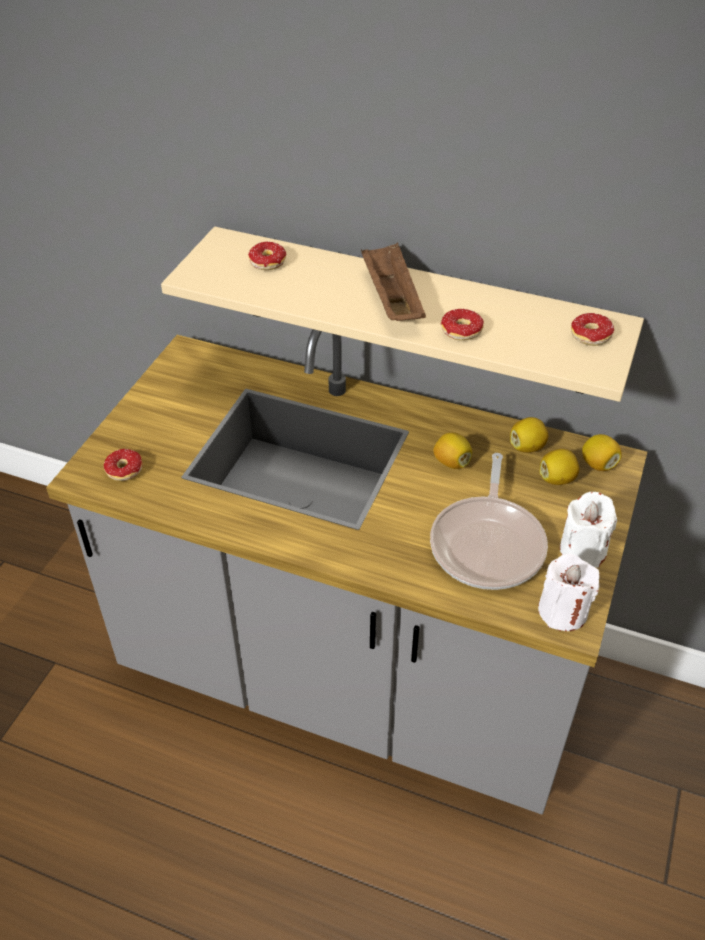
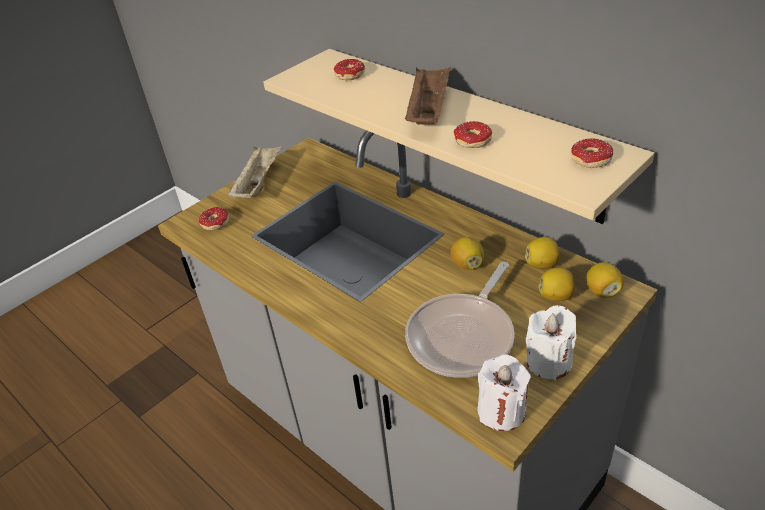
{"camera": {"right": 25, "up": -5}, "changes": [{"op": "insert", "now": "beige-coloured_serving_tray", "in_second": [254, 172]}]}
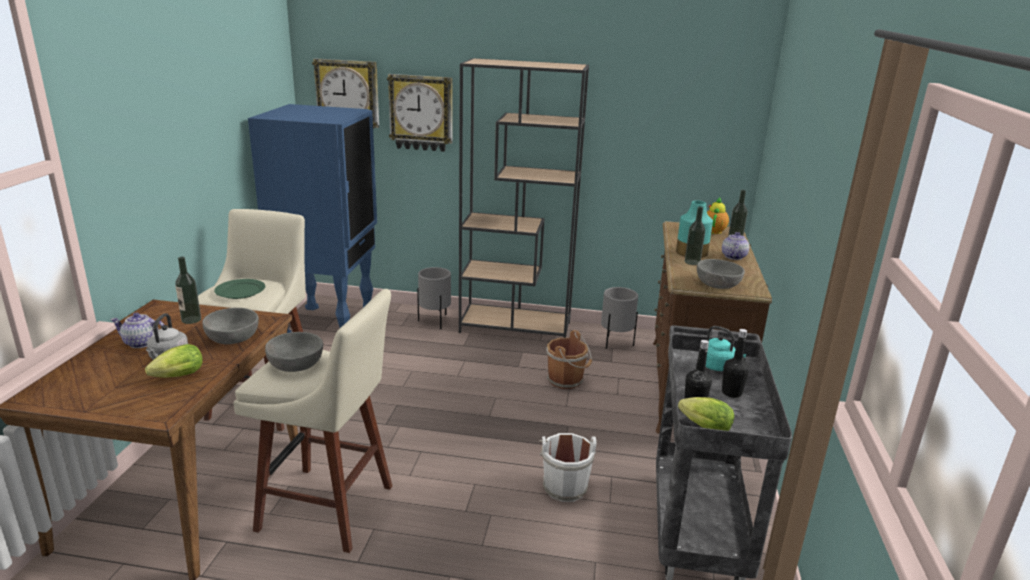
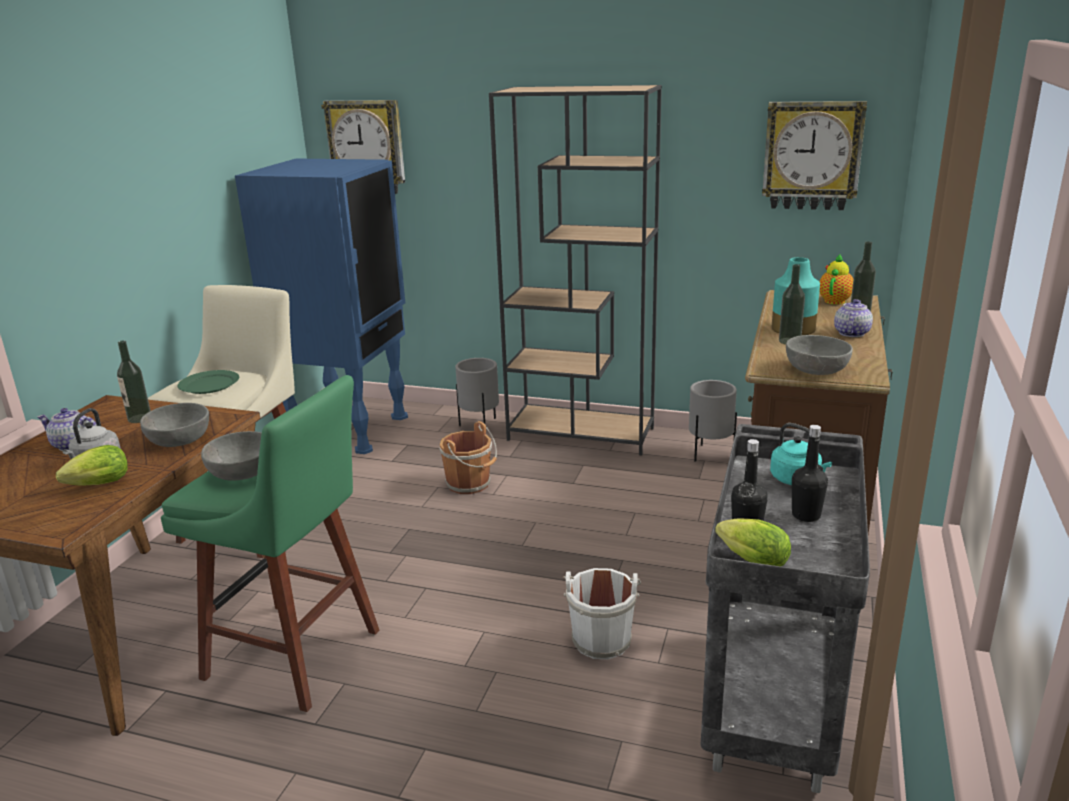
{"camera": {"right": 10, "up": 0}, "changes": [{"op": "move", "was": "clock_on_the_wall", "in_first": [419, 113], "in_second": [814, 155]}, {"op": "recolor", "was": "beige-coloured_stool_seat", "now": "greenish_stool_seat", "in_first": [312, 421], "in_second": [270, 543]}, {"op": "move", "was": "brownish_pail", "in_first": [569, 359], "in_second": [468, 457]}]}
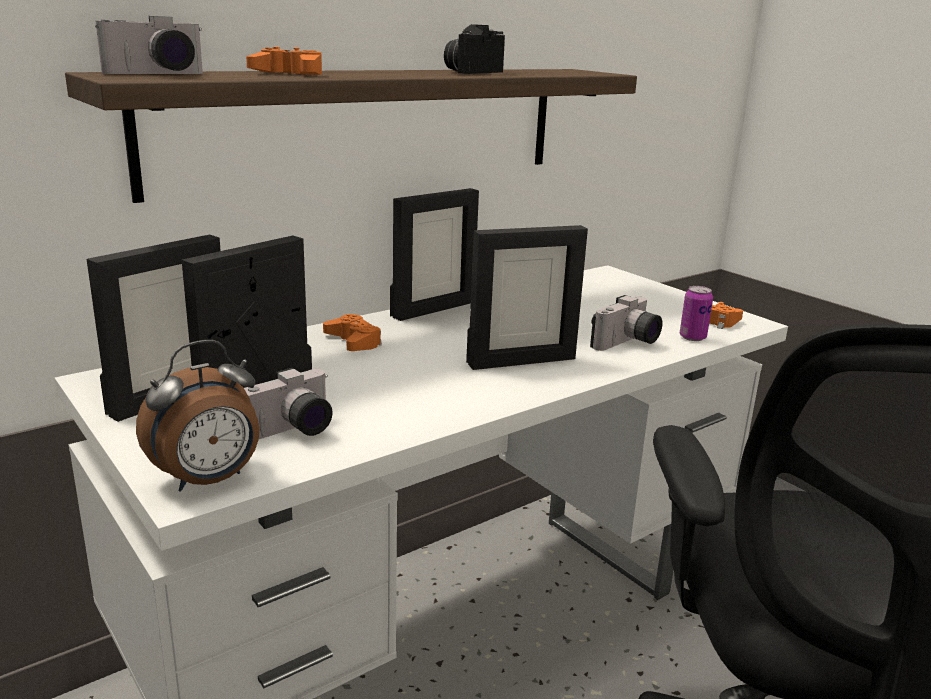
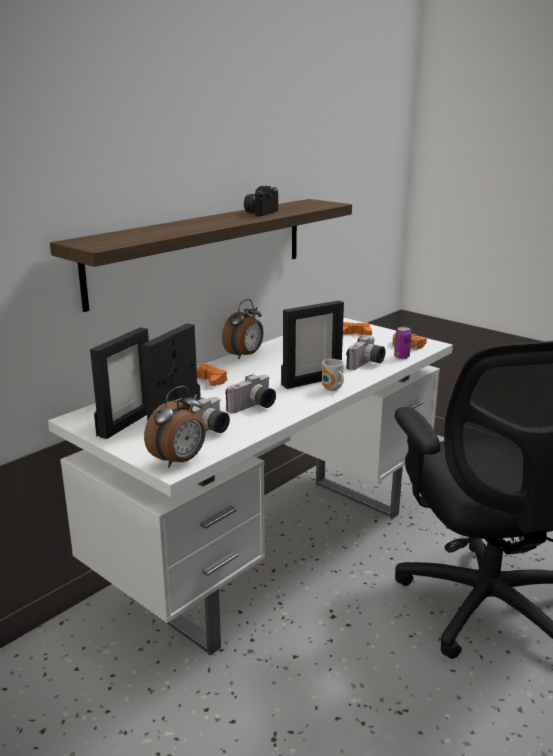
{"camera": {"right": -10, "up": 0}, "changes": [{"op": "move", "was": "still_camera", "in_first": [149, 45], "in_second": [250, 393]}, {"op": "move", "was": "orange-coloured_gamepad", "in_first": [284, 60], "in_second": [357, 329]}, {"op": "replace", "was": "picture_frame", "now": "bedside_clock", "in_first": [434, 254], "in_second": [243, 329]}, {"op": "insert", "now": "tea_mug", "in_second": [333, 375]}]}
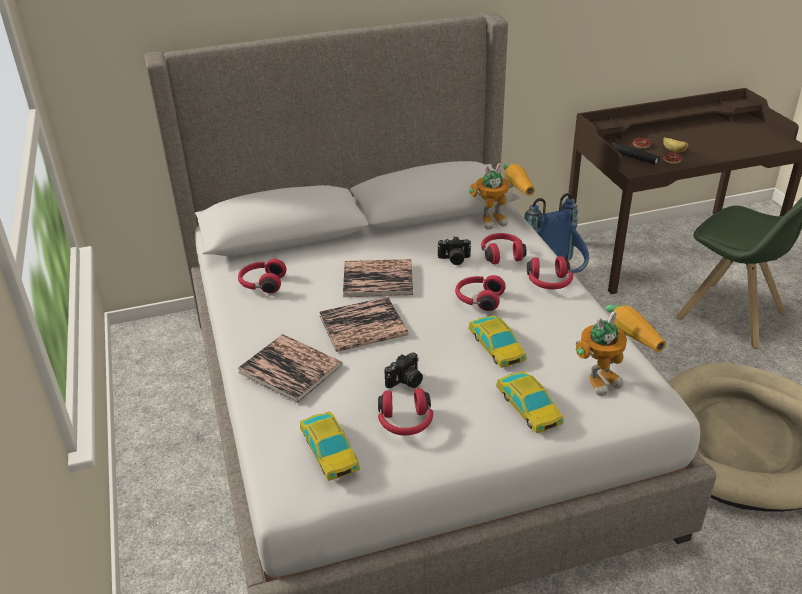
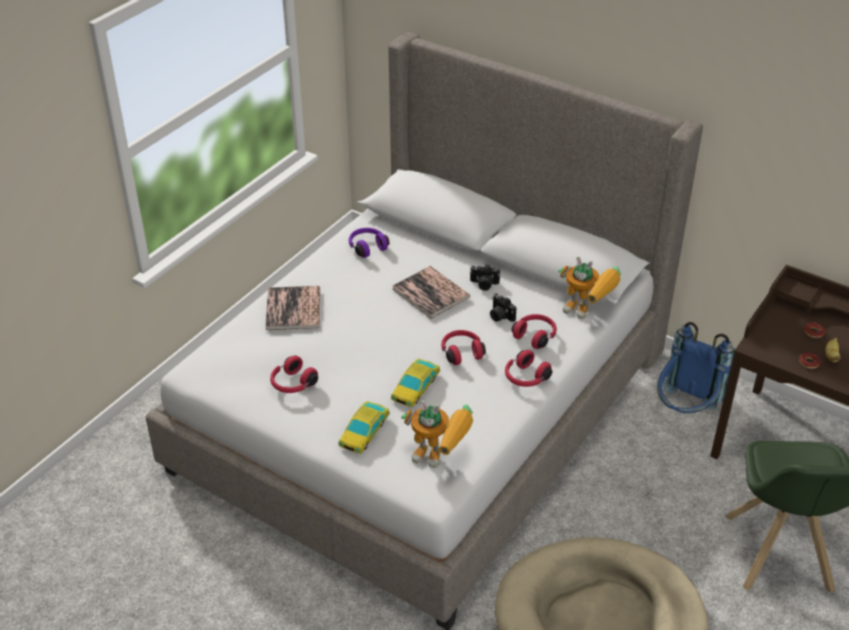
{"camera": {"right": 50, "up": 5}, "changes": [{"op": "delete", "was": "black-coloured_flashlight", "in_first": [635, 153]}, {"op": "recolor", "was": "red-coloured_headset", "now": "purplish_headset", "in_first": [262, 276], "in_second": [368, 243]}, {"op": "delete", "was": "volume", "in_first": [364, 324]}, {"op": "move", "was": "still_camera", "in_first": [404, 370], "in_second": [485, 277]}, {"op": "delete", "was": "model_car", "in_first": [330, 446]}]}
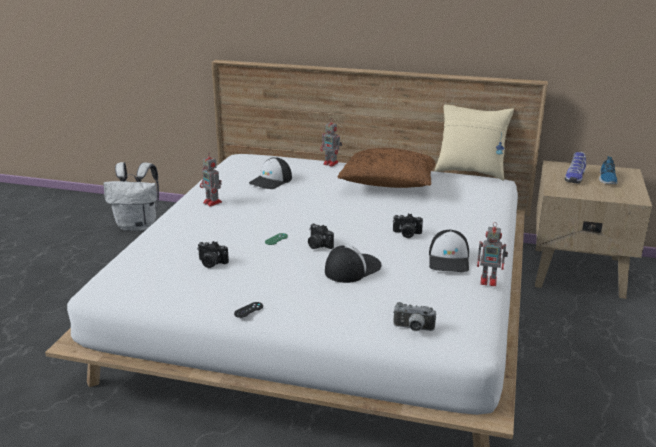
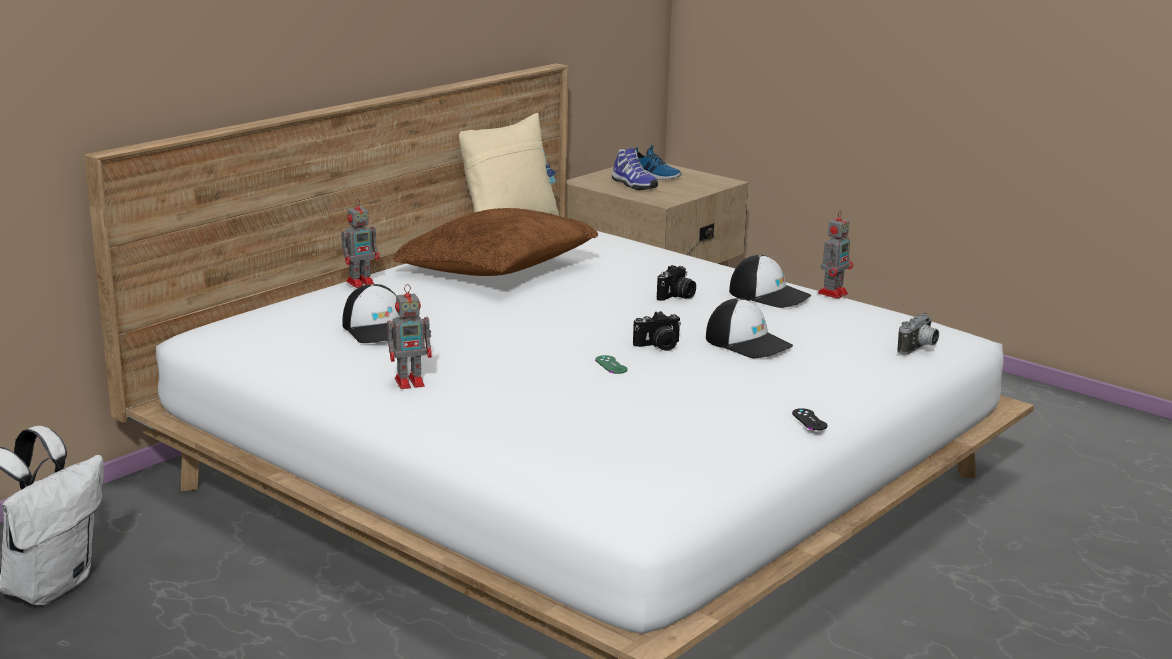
{"camera": {"right": -65, "up": -5}, "changes": [{"op": "delete", "was": "still_camera", "in_first": [213, 254]}, {"op": "rotate", "was": "peaked_cap", "in_first": [353, 264], "in_second": [749, 328], "clockwise": 150}]}
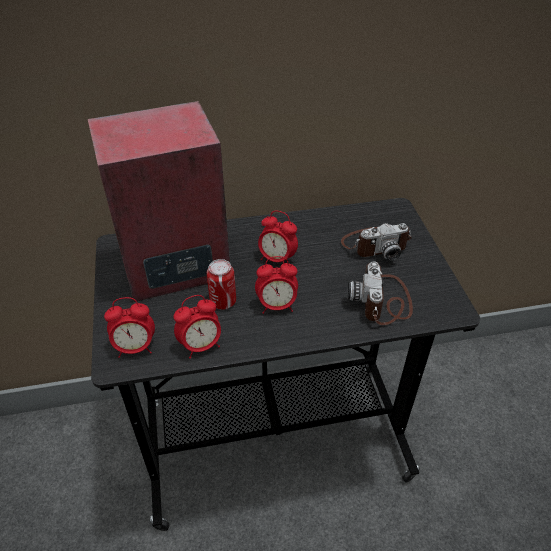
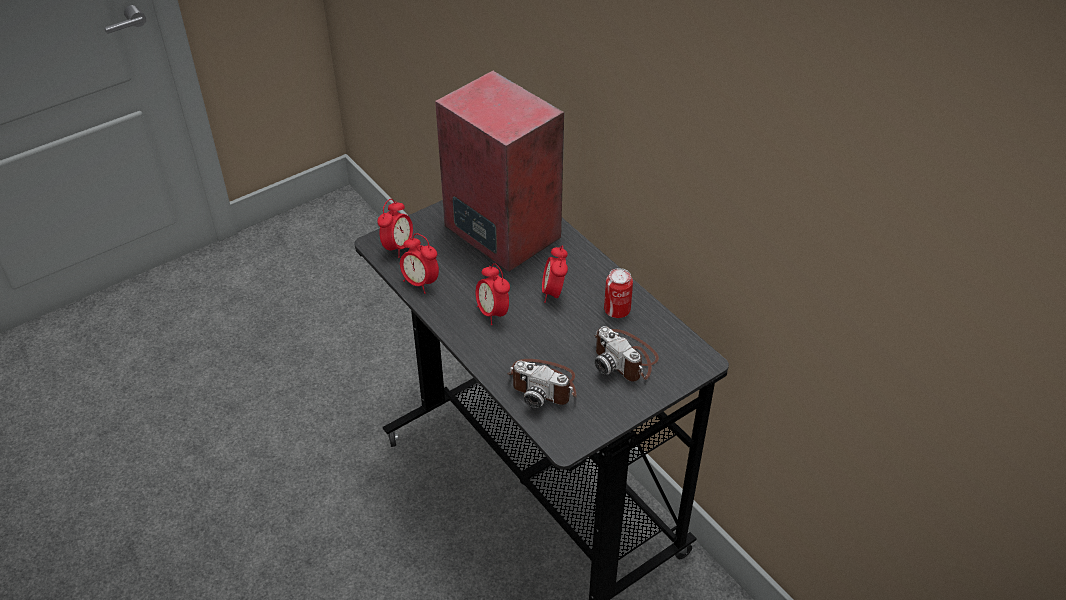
{"camera": {"right": 65, "up": 0}, "changes": [{"op": "move", "was": "sealed_can", "in_first": [221, 284], "in_second": [618, 293]}, {"op": "rotate", "was": "still_camera", "in_first": [380, 293], "in_second": [542, 383], "clockwise": -135}, {"op": "rotate", "was": "bedside_clock", "in_first": [129, 327], "in_second": [395, 228], "clockwise": -120}]}
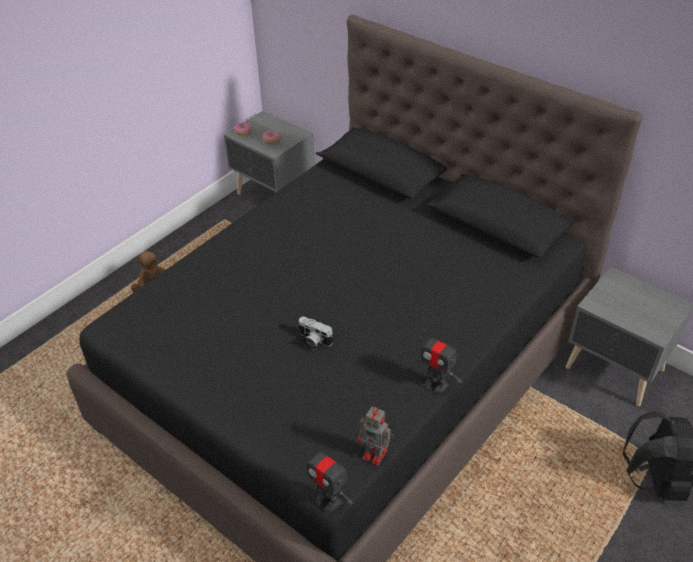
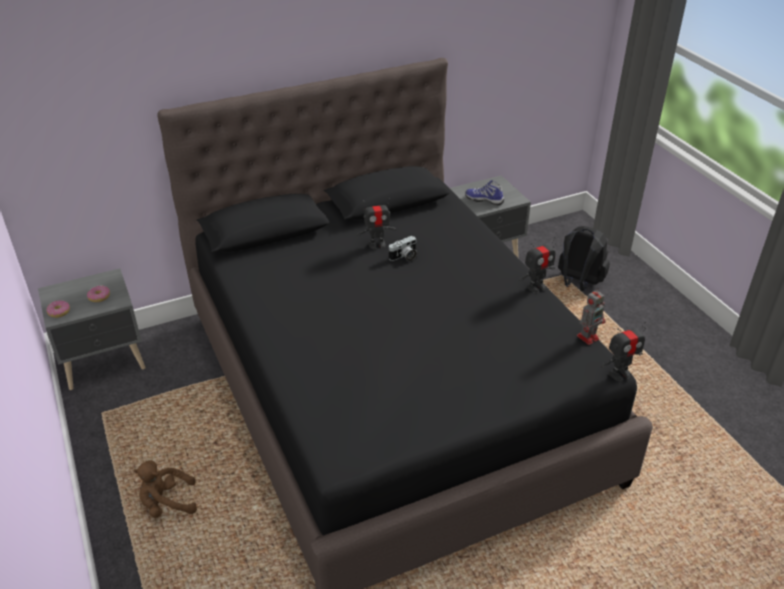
{"camera": {"right": -65, "up": -5}, "changes": [{"op": "move", "was": "still_camera", "in_first": [316, 333], "in_second": [402, 248]}, {"op": "insert", "now": "item_of_footwear", "in_second": [484, 192]}, {"op": "insert", "now": "model_robot", "in_second": [376, 223]}]}
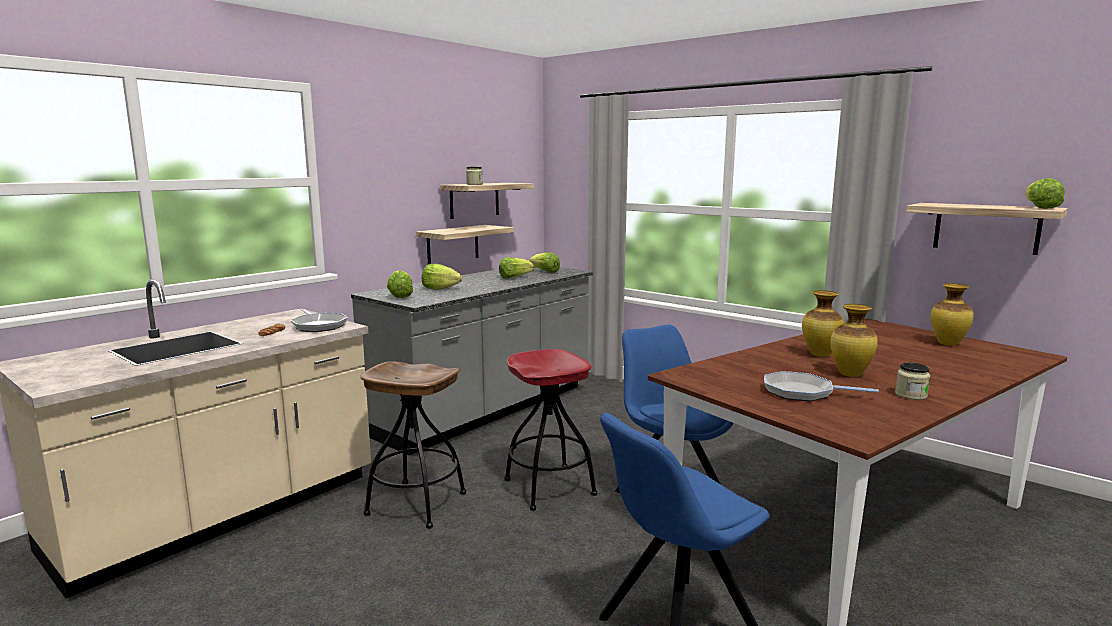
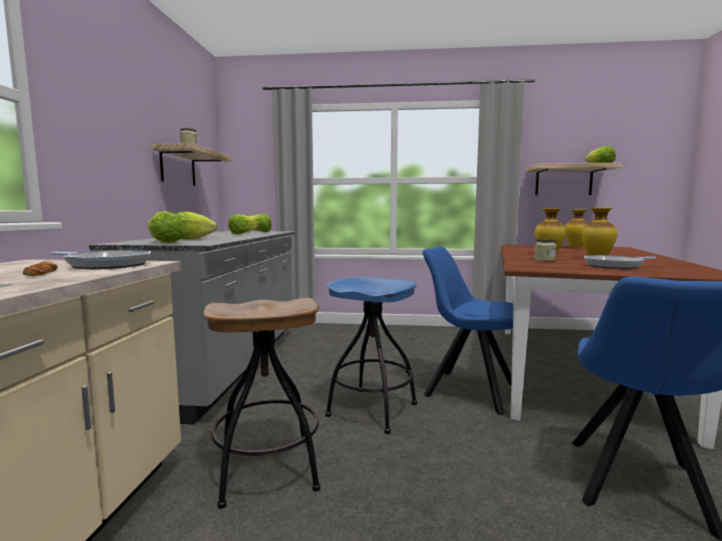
{"camera": {"right": -35, "up": -5}, "changes": [{"op": "delete", "was": "wall_shelf", "in_first": [465, 244]}, {"op": "recolor", "was": "red-coloured_stool_seat", "now": "bluish_stool_seat", "in_first": [550, 430], "in_second": [371, 355]}, {"op": "move", "was": "storage_jar", "in_first": [912, 381], "in_second": [545, 250]}]}
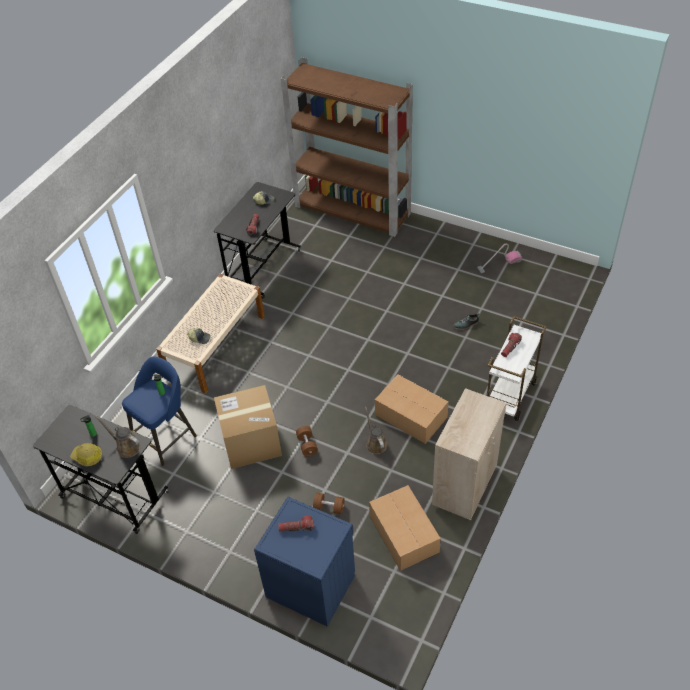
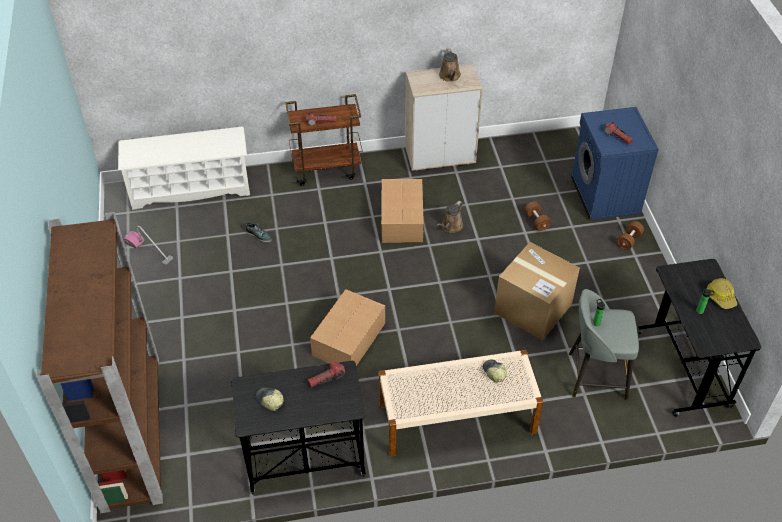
{"camera": {"right": -130, "up": 0}, "changes": [{"op": "recolor", "was": "whitish_cart", "now": "brownish_cart", "in_first": [516, 368], "in_second": [324, 140]}, {"op": "recolor", "was": "bluish_stool_seat", "now": "grey_stool_seat", "in_first": [159, 411], "in_second": [604, 344]}, {"op": "move", "was": "brownish_watering_pot", "in_first": [118, 437], "in_second": [450, 65]}, {"op": "move", "was": "brownish_free_weight", "in_first": [307, 441], "in_second": [630, 235]}, {"op": "move", "was": "packing_box", "in_first": [405, 528], "in_second": [347, 327]}, {"op": "insert", "now": "whitish_shoe_stand", "in_second": [184, 168]}]}
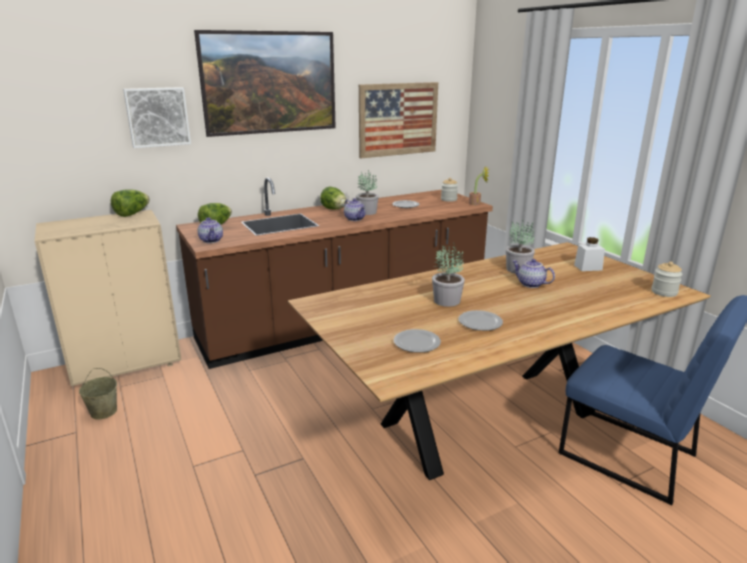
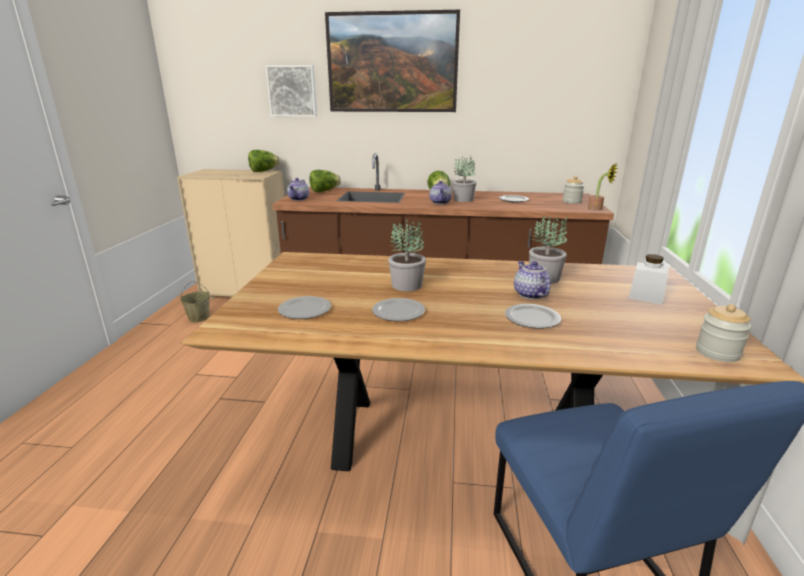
{"camera": {"right": 35, "up": 0}, "changes": [{"op": "delete", "was": "wall_picture", "in_first": [398, 120]}, {"op": "insert", "now": "dinner_plate", "in_second": [533, 316]}]}
